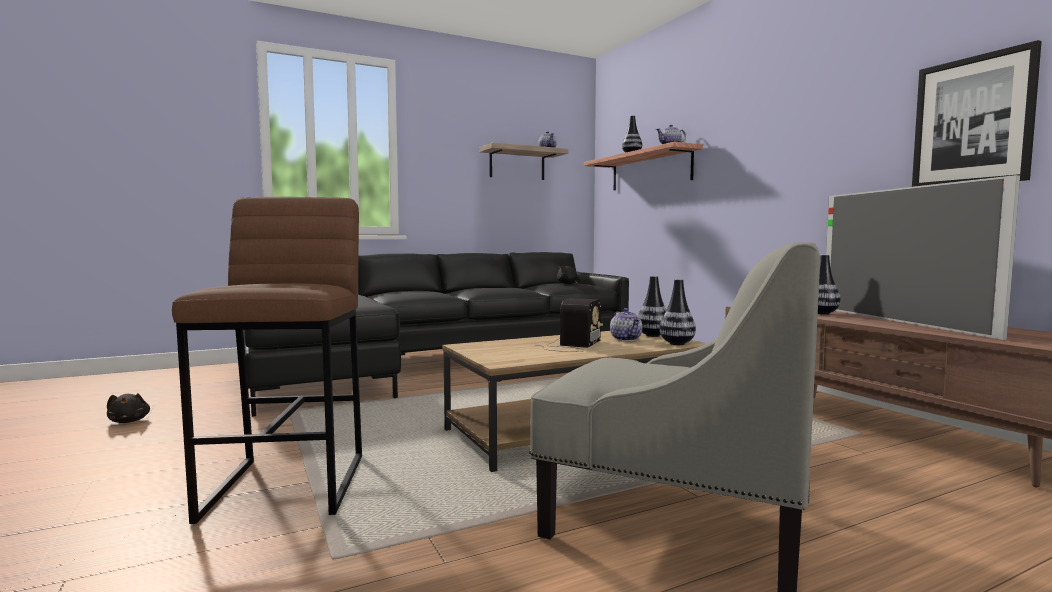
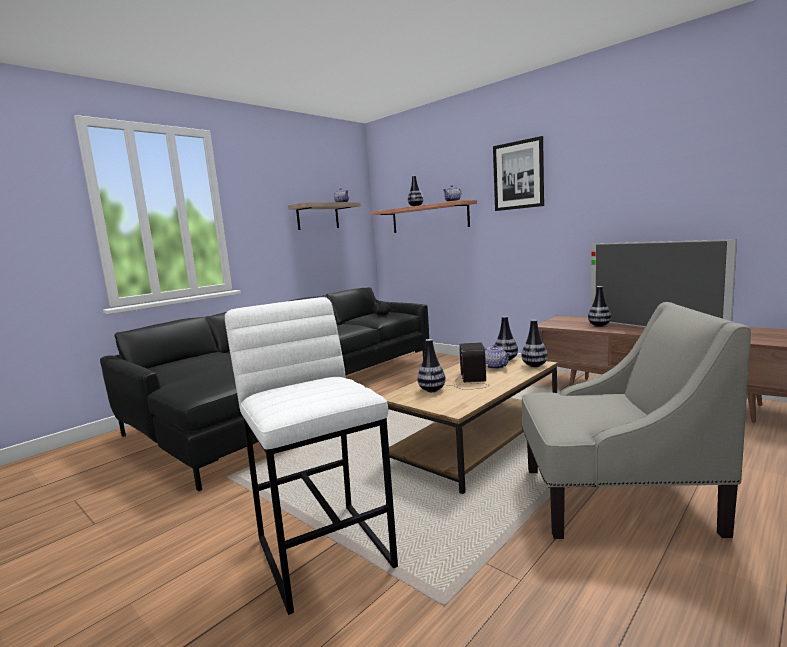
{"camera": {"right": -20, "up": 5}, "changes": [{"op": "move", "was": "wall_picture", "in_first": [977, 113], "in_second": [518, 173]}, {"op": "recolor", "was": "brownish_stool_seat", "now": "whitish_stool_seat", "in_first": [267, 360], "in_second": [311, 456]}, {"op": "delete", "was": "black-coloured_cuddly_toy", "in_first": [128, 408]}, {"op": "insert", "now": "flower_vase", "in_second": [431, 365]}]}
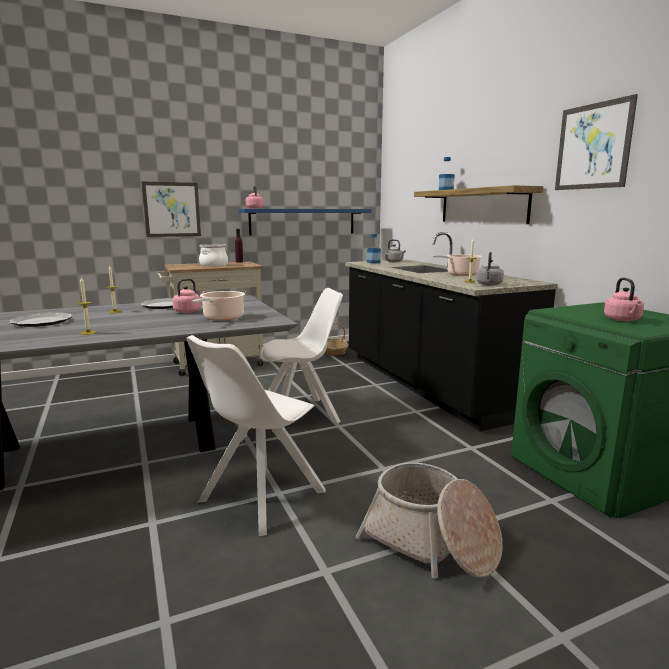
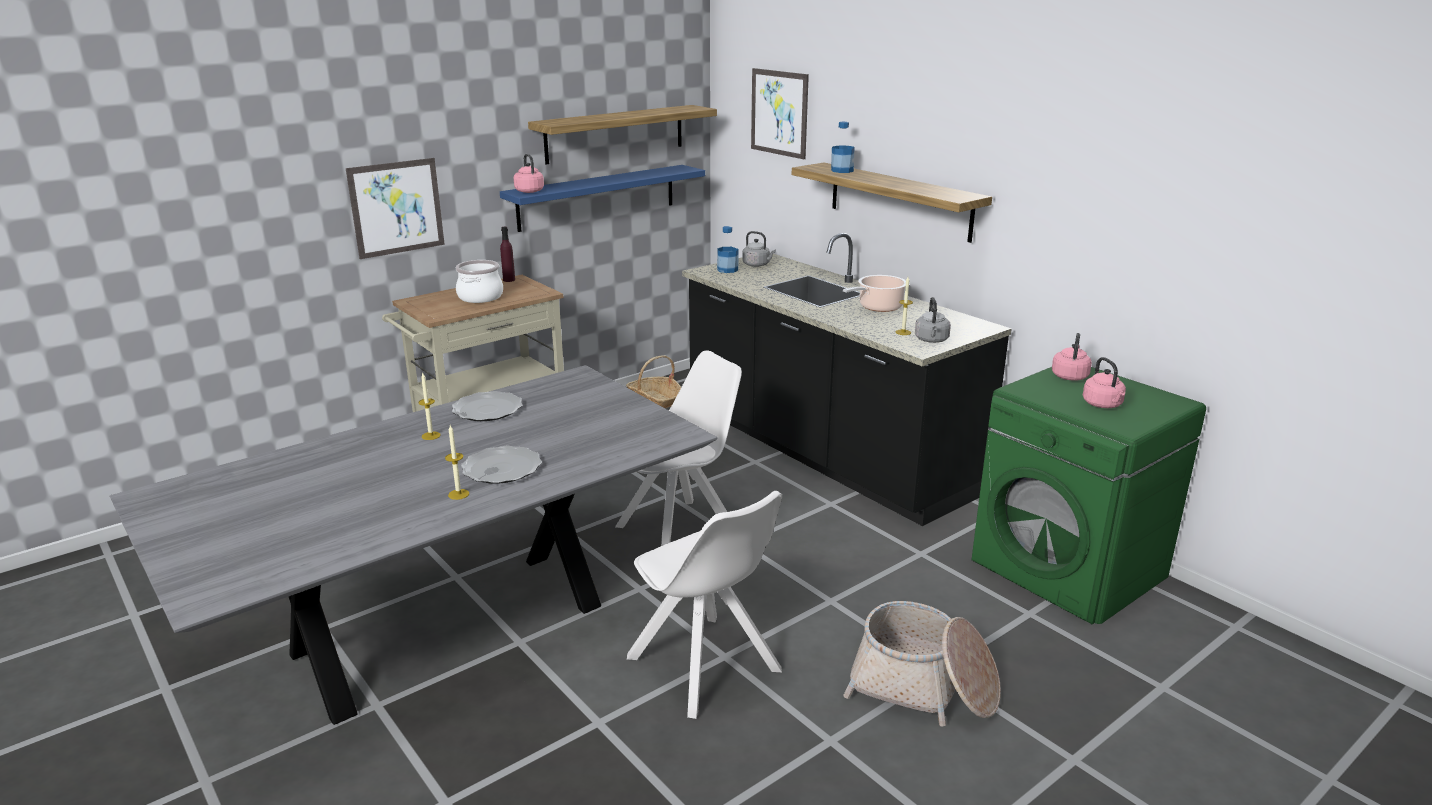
{"camera": {"right": -15, "up": 10}, "changes": [{"op": "move", "was": "wall_picture", "in_first": [596, 142], "in_second": [780, 113]}, {"op": "move", "was": "pink-coloured_kettle", "in_first": [188, 295], "in_second": [1072, 357]}, {"op": "delete", "was": "cooking_pot", "in_first": [218, 306]}, {"op": "move", "was": "dinner_plate", "in_first": [41, 319], "in_second": [501, 465]}, {"op": "rotate", "was": "whitish_chair", "in_first": [256, 435], "in_second": [704, 605], "clockwise": -60}, {"op": "insert", "now": "wall_shelf", "in_second": [622, 134]}]}
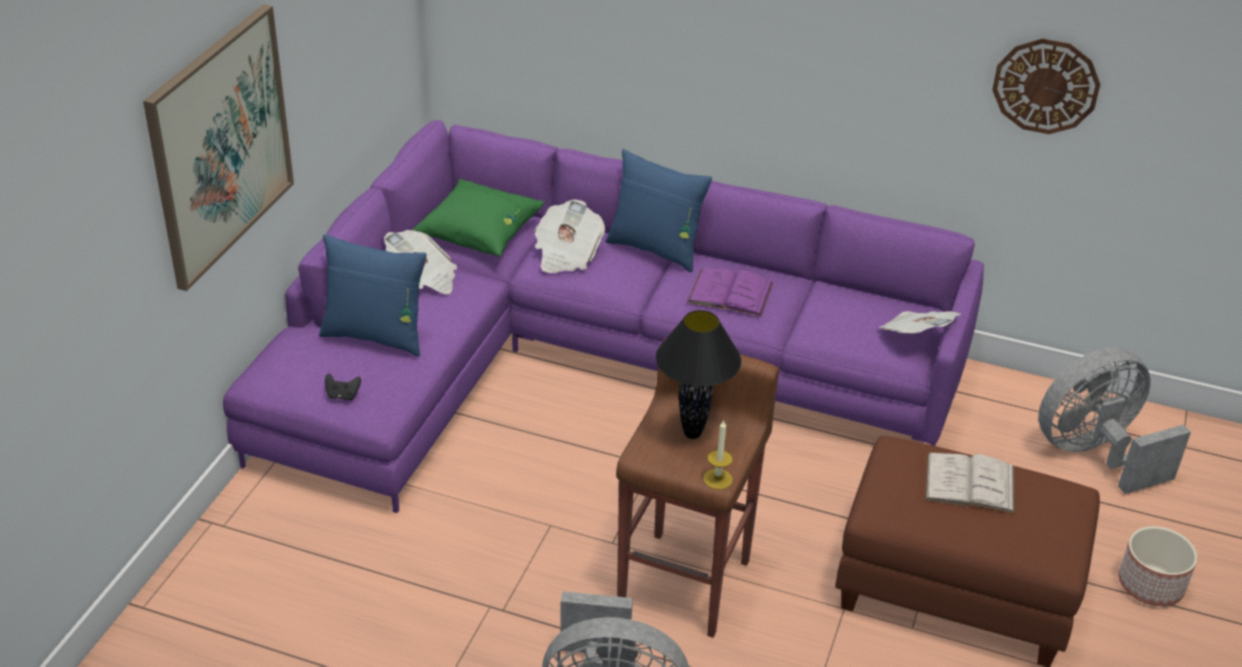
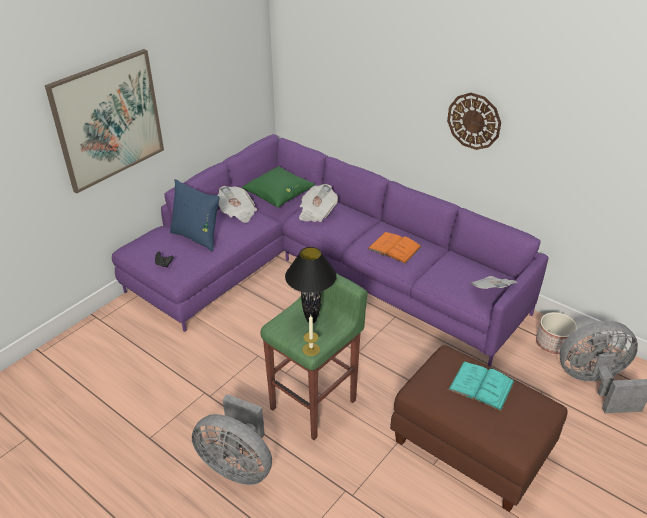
{"camera": {"right": 20, "up": 0}, "changes": [{"op": "move", "was": "clock_on_the_wall", "in_first": [1046, 86], "in_second": [474, 121]}, {"op": "delete", "was": "bluish_pillow", "in_first": [658, 210]}, {"op": "recolor", "was": "purplish_volume", "now": "orange-coloured_volume", "in_first": [730, 292], "in_second": [395, 248]}, {"op": "recolor", "was": "brownish_stool_seat", "now": "greenish_stool_seat", "in_first": [698, 488], "in_second": [314, 356]}, {"op": "recolor", "was": "whitish_volume", "now": "turquoise_volume", "in_first": [970, 483], "in_second": [481, 386]}, {"op": "move", "was": "flower_pot", "in_first": [1158, 566], "in_second": [556, 333]}]}
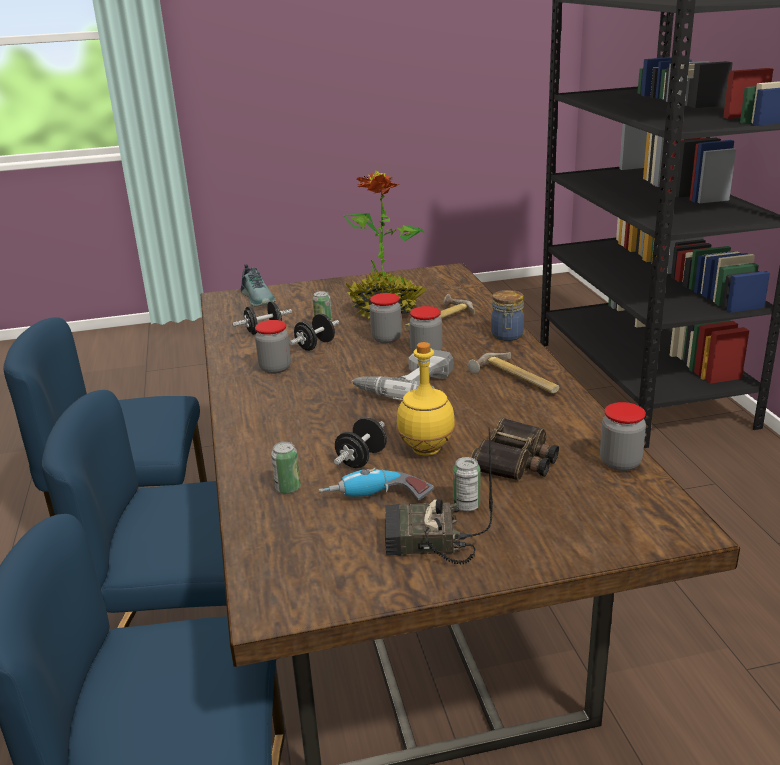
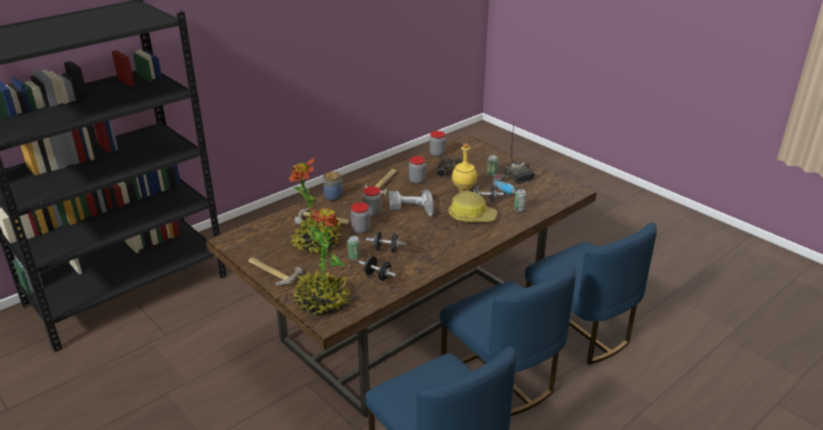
{"camera": {"right": -120, "up": 5}, "changes": [{"op": "replace", "was": "item_of_footwear", "now": "potted_plant", "in_first": [258, 285], "in_second": [322, 261]}, {"op": "move", "was": "storage_jar", "in_first": [273, 347], "in_second": [417, 170]}, {"op": "insert", "now": "safety_helmet", "in_second": [472, 206]}, {"op": "insert", "now": "tool_hammer", "in_second": [275, 271]}]}
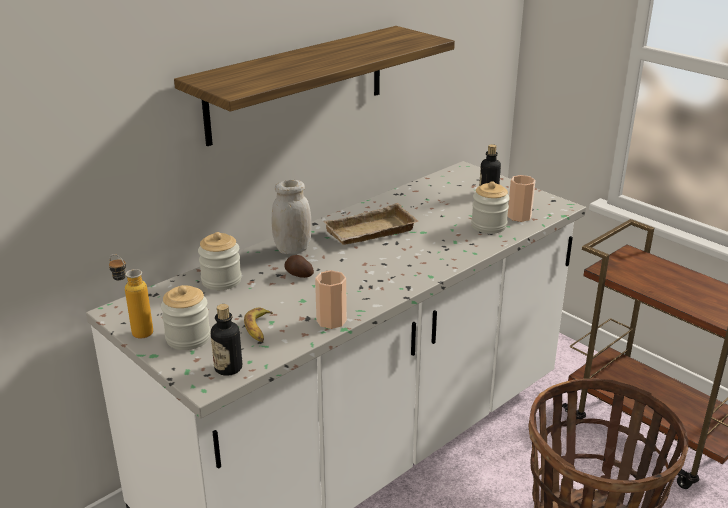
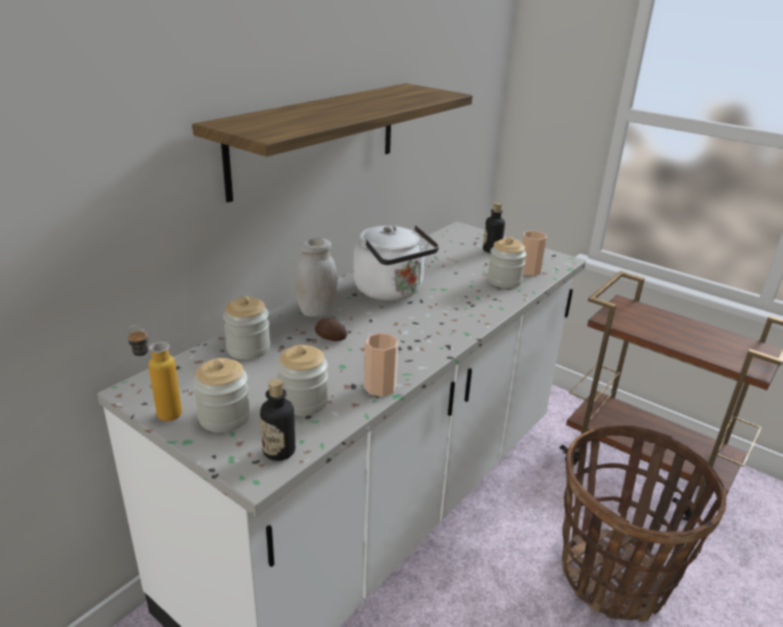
{"camera": {"right": -10, "up": 0}, "changes": [{"op": "replace", "was": "beige-coloured_serving_tray", "now": "whitish_kettle", "in_first": [370, 224], "in_second": [396, 263]}, {"op": "replace", "was": "banana_fruit", "now": "storage_jar", "in_first": [258, 325], "in_second": [302, 380]}]}
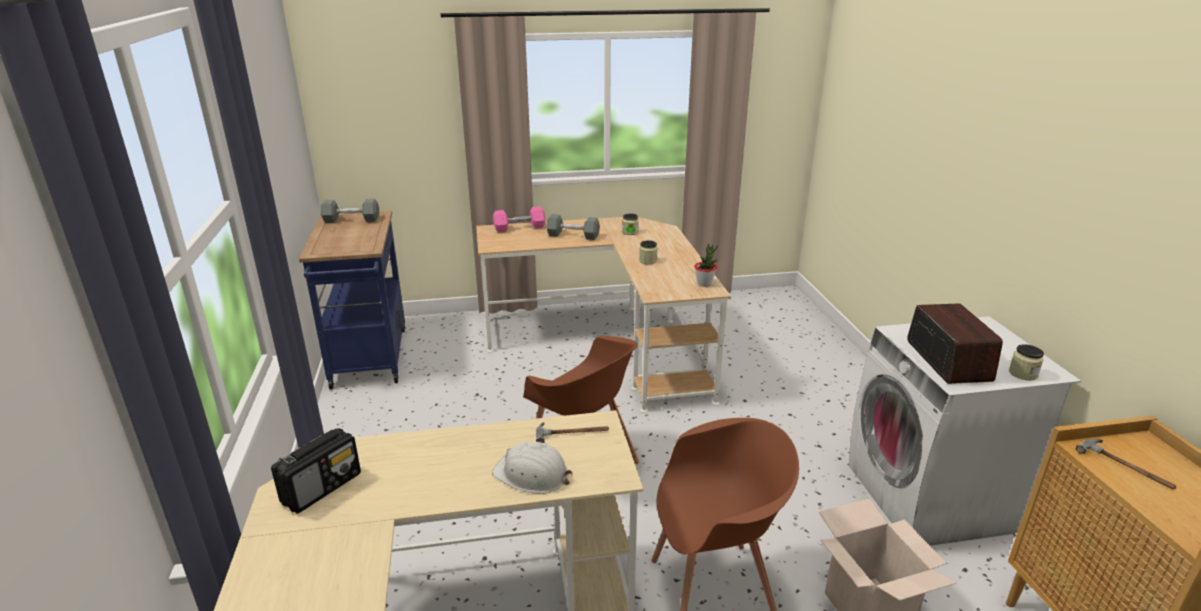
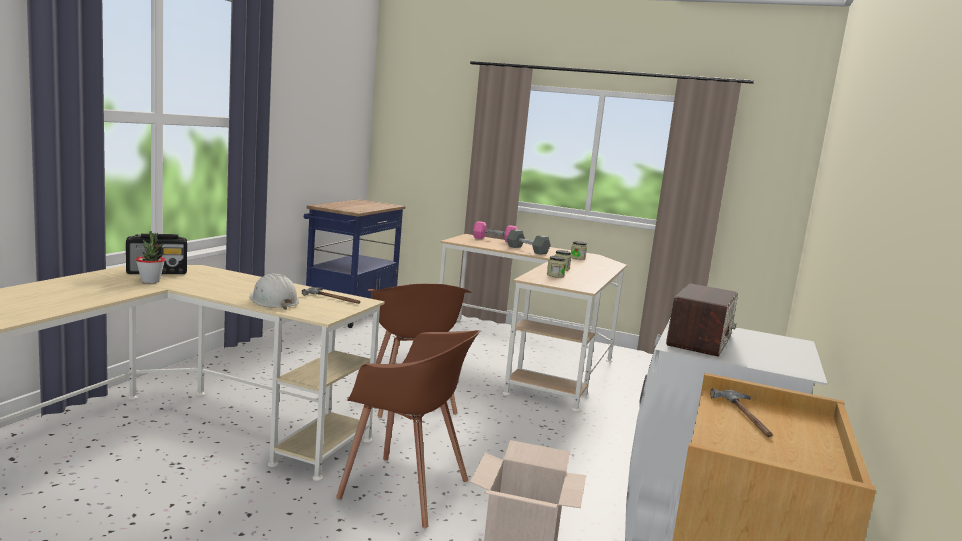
{"camera": {"right": 30, "up": -15}, "changes": [{"op": "delete", "was": "grey_free_weight", "in_first": [350, 211]}, {"op": "move", "was": "potted_plant", "in_first": [706, 265], "in_second": [150, 257]}, {"op": "move", "was": "storage_jar", "in_first": [1026, 362], "in_second": [556, 267]}]}
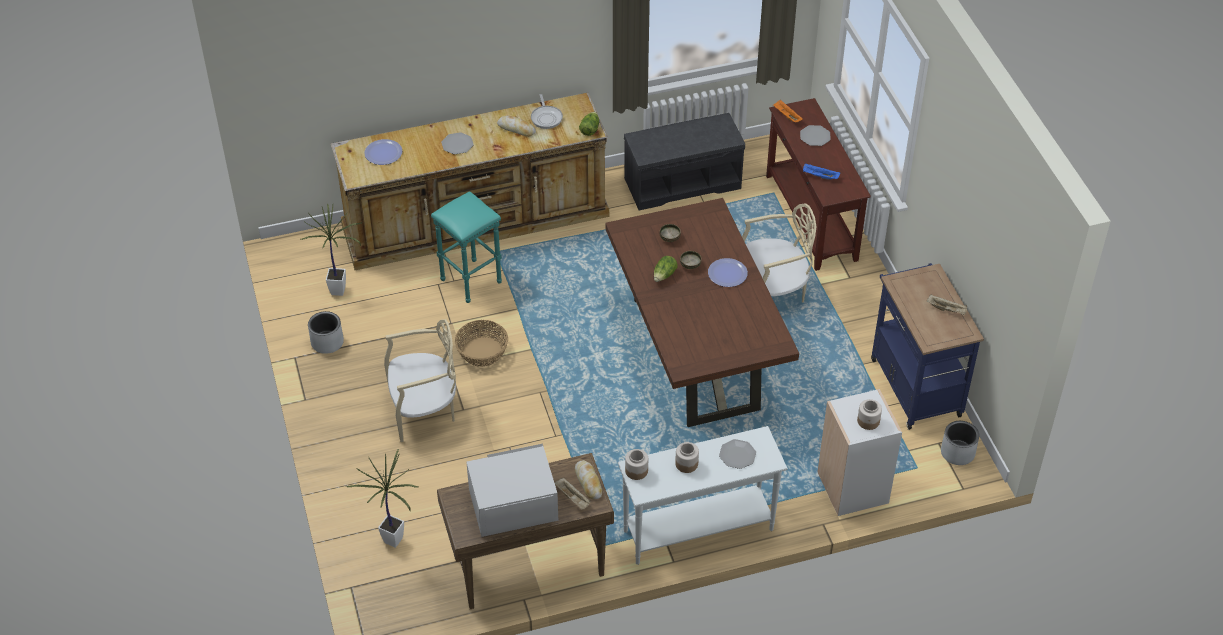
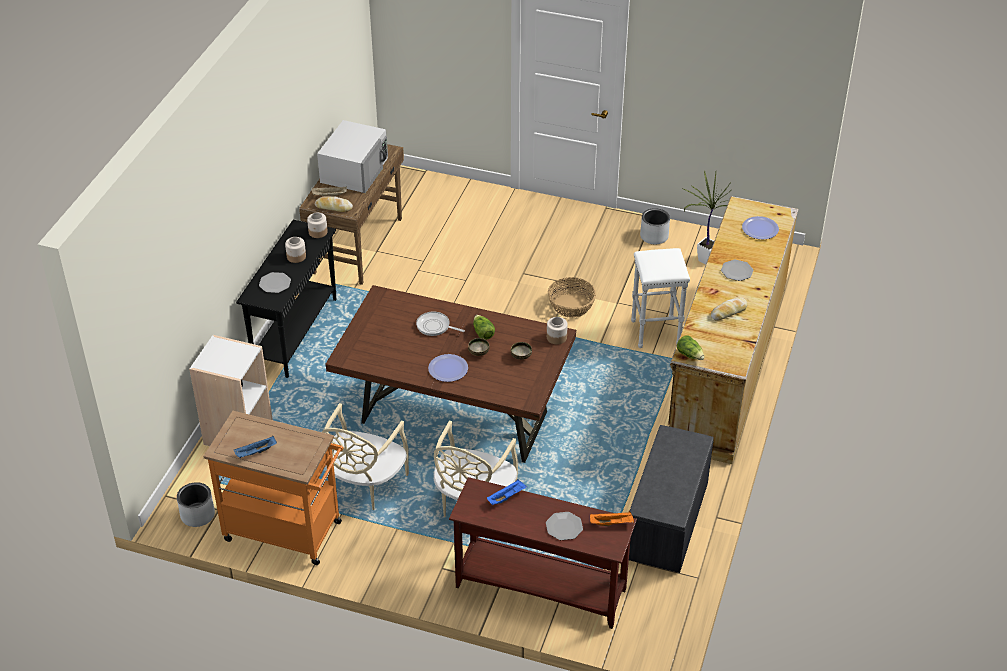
{"camera": {"right": 125, "up": -5}, "changes": [{"op": "move", "was": "pan", "in_first": [547, 111], "in_second": [440, 323]}, {"op": "recolor", "was": "turquoise_stool_seat", "now": "whitish_stool_seat", "in_first": [466, 247], "in_second": [660, 298]}, {"op": "recolor", "was": "bluish_cart", "now": "orange-coloured_cart", "in_first": [927, 346], "in_second": [273, 488]}, {"op": "recolor", "was": "beige-coloured_serving_tray", "now": "bluish_serving_tray", "in_first": [947, 304], "in_second": [255, 447]}, {"op": "move", "was": "beige-coloured_chair", "in_first": [420, 380], "in_second": [365, 456]}, {"op": "move", "was": "storage_jar", "in_first": [869, 414], "in_second": [557, 331]}, {"op": "recolor", "was": "whitish_console_table", "now": "black-coloured_console_table", "in_first": [703, 495], "in_second": [286, 299]}, {"op": "delete", "was": "potted_plant", "in_first": [382, 498]}]}
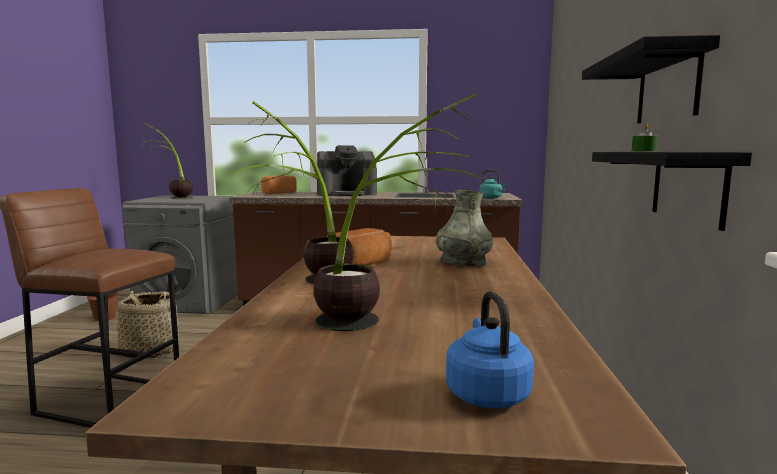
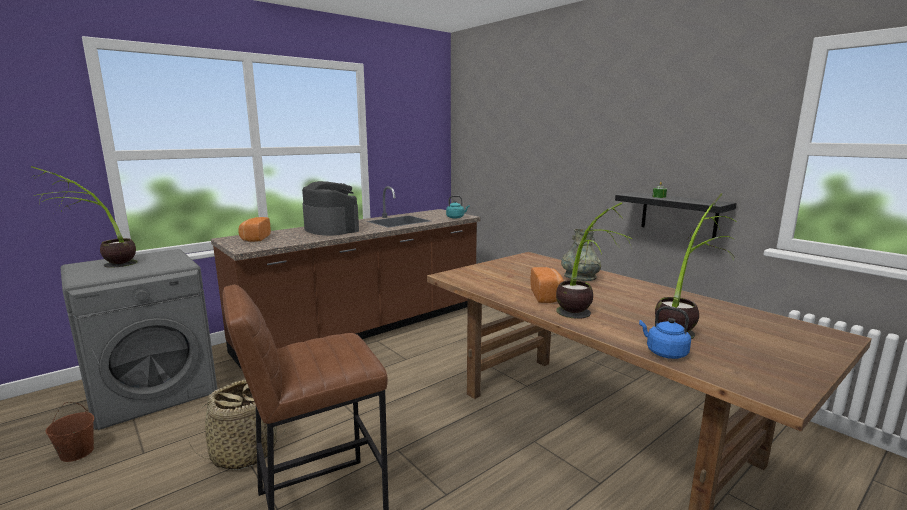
{"camera": {"right": -45, "up": 5}, "changes": [{"op": "delete", "was": "black-coloured_wall_shelf", "in_first": [651, 79]}, {"op": "rotate", "was": "coffee_maker", "in_first": [347, 170], "in_second": [330, 208], "clockwise": -75}, {"op": "move", "was": "bluish_kettle", "in_first": [490, 349], "in_second": [665, 332]}]}
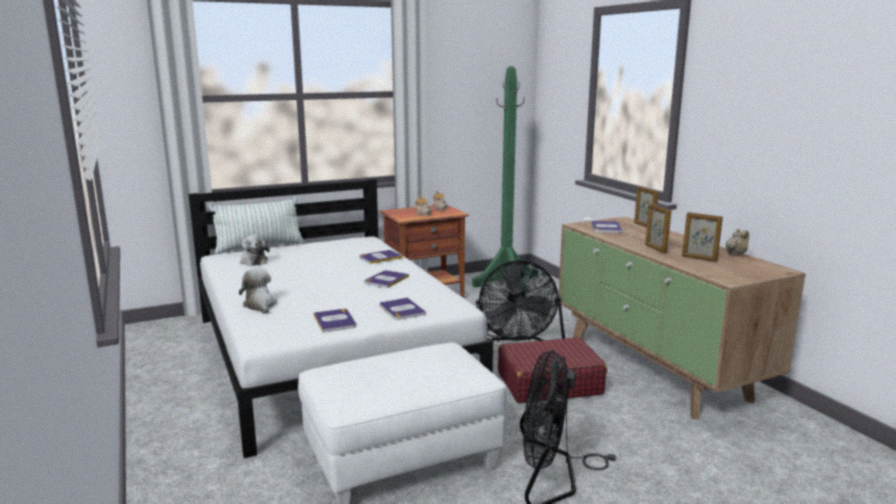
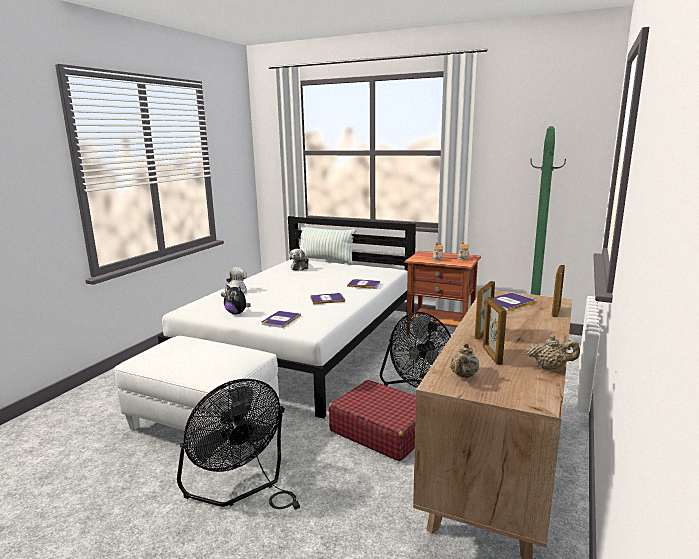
{"camera": {"right": 50, "up": 0}, "changes": [{"op": "replace", "was": "volume", "now": "cuddly_toy", "in_first": [335, 320], "in_second": [237, 299]}, {"op": "insert", "now": "beige-coloured_teapot", "in_second": [464, 360]}]}
